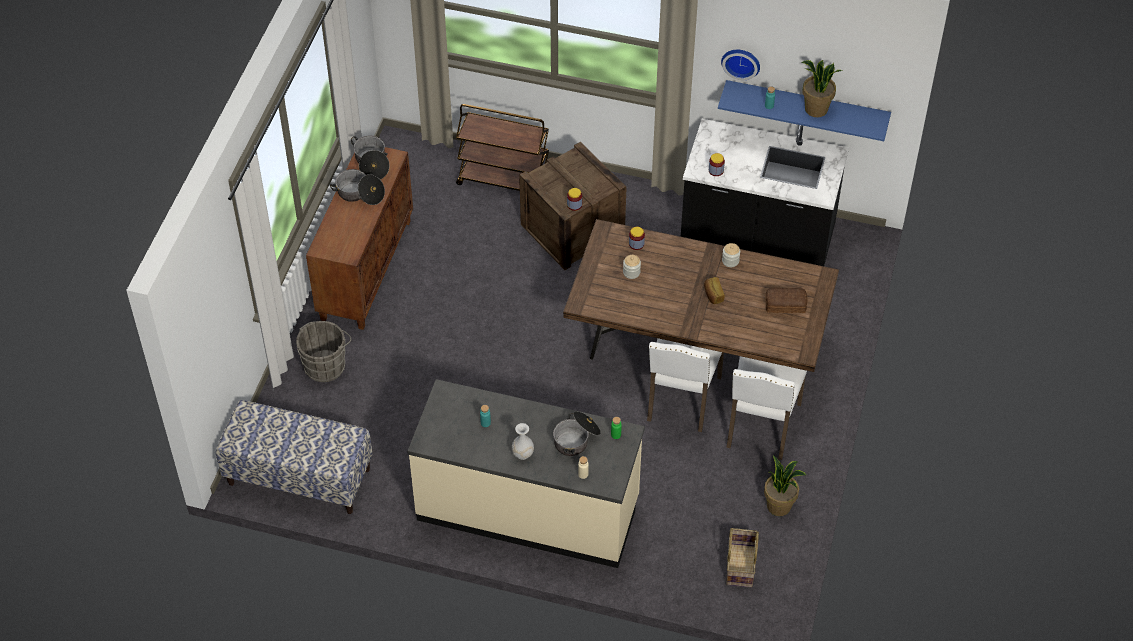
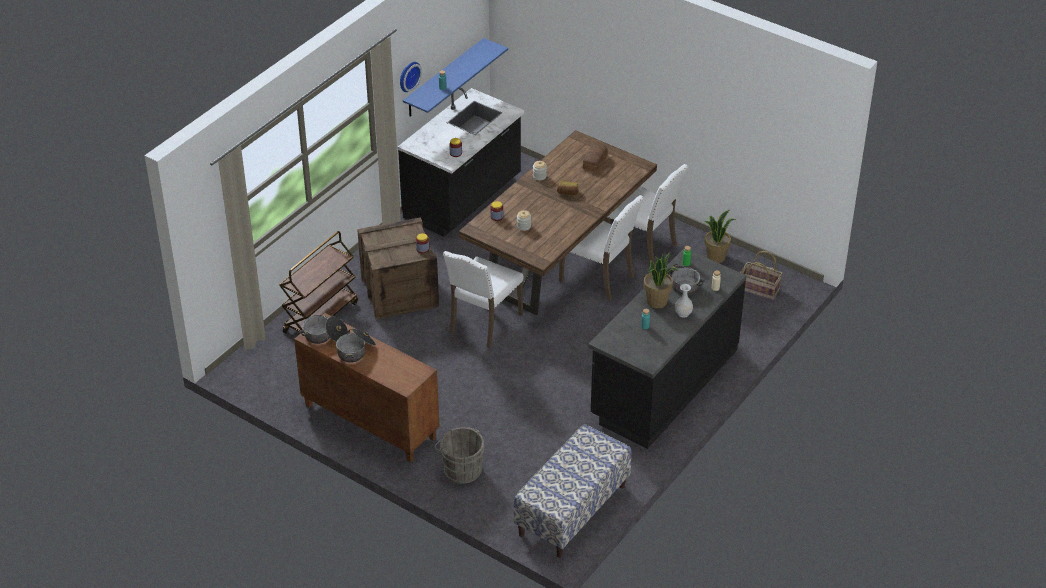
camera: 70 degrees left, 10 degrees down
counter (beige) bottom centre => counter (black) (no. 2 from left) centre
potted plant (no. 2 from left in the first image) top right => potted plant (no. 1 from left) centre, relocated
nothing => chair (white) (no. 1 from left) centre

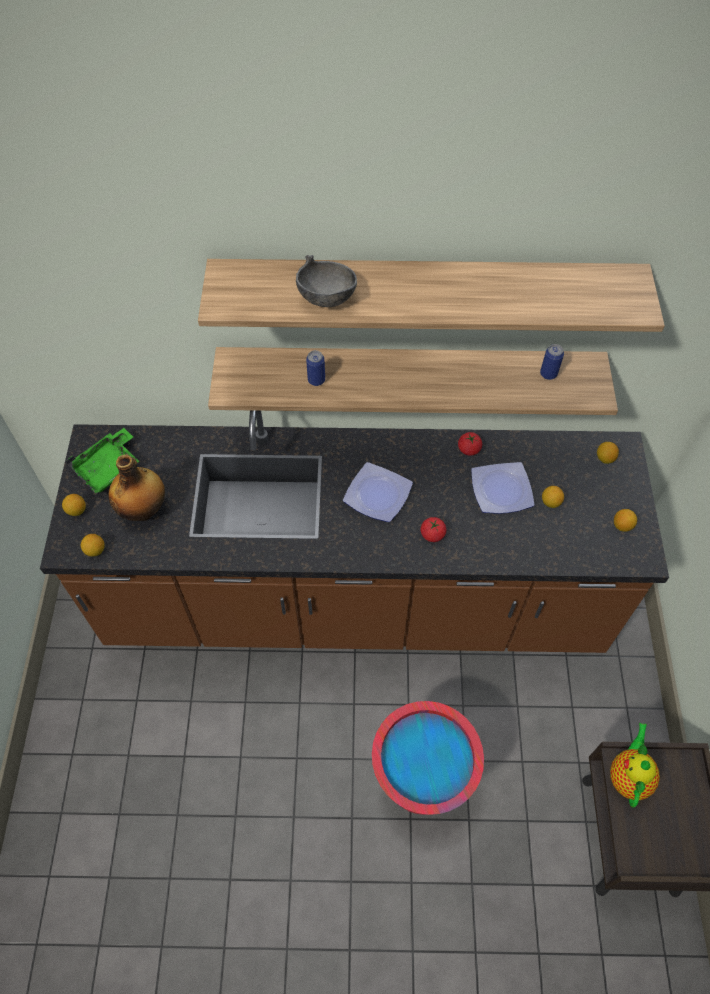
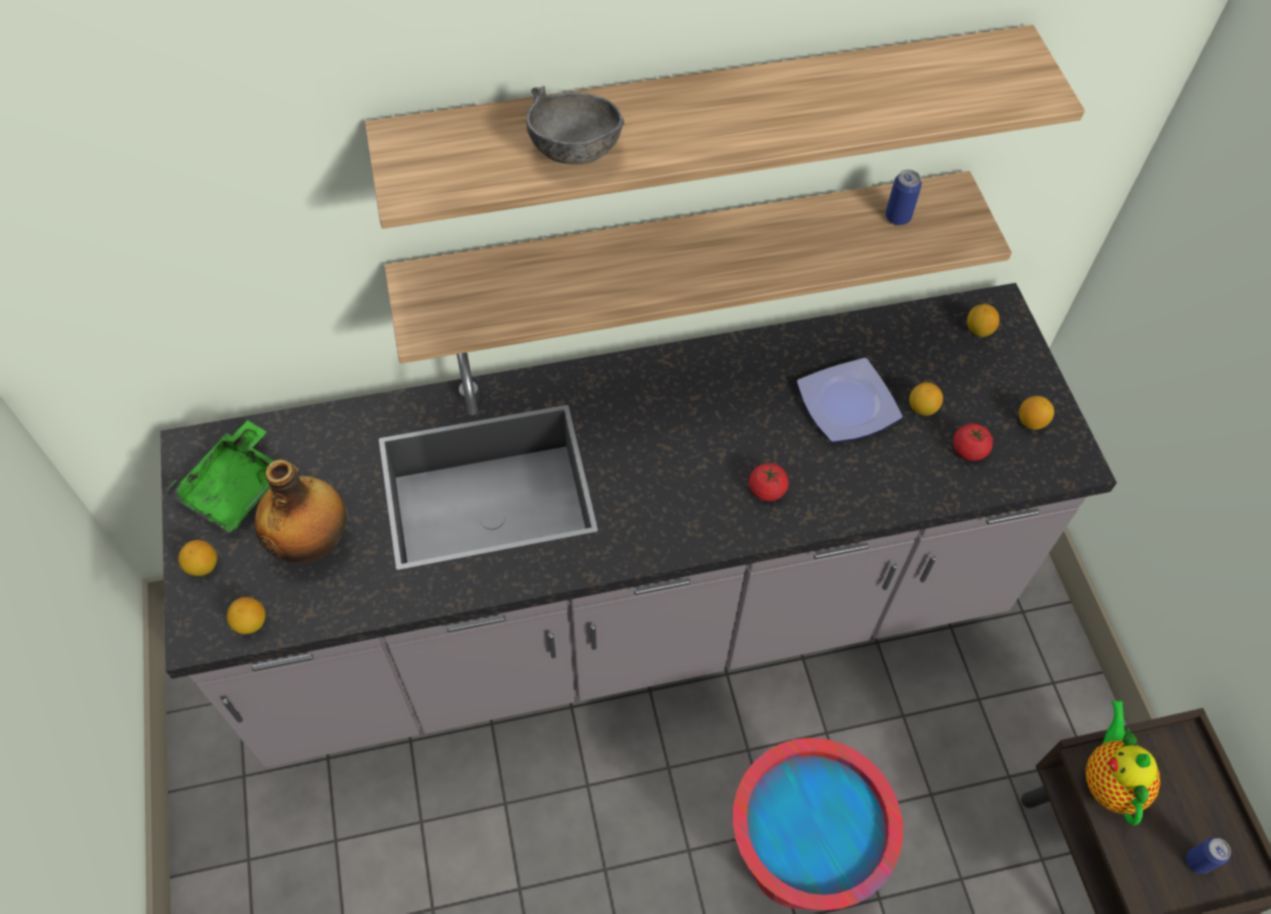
camera: 15 degrees left, 0 degrees up
counter (brown) centre => counter (grey) centre
can (no. 1 from left in the first image) centre => can (no. 2 from left) bottom right, relocated
plate (no. 1 from left) centre => nothing
tomato (no. 2 from left) centre => tomato (no. 2 from left) middle right, relocated

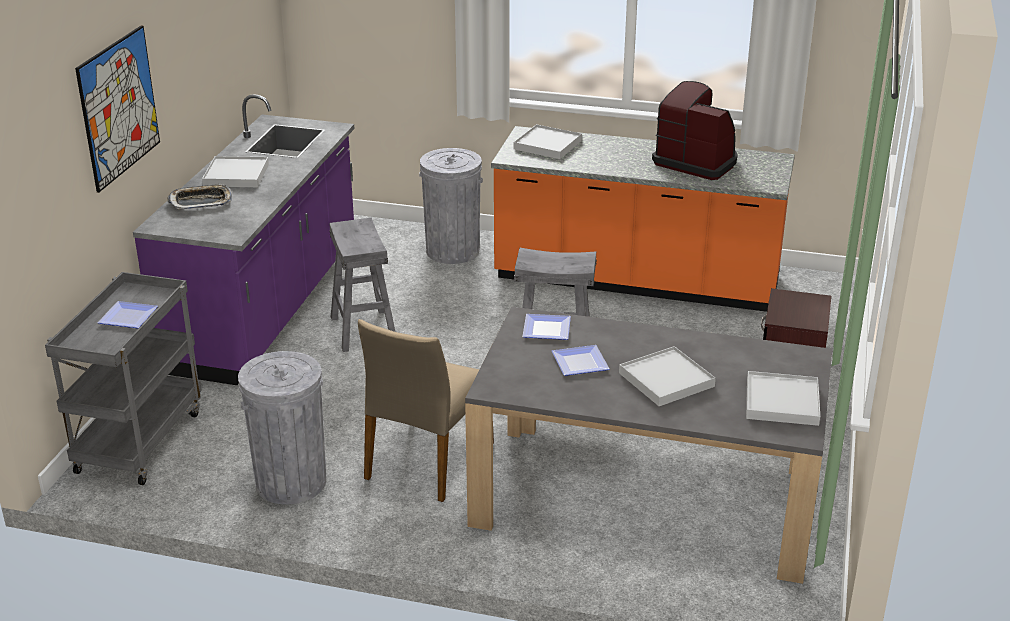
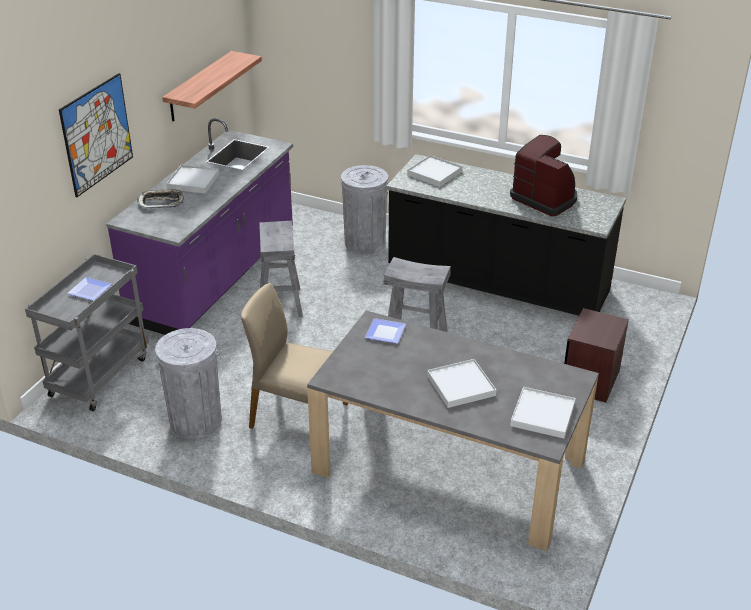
camera: 10 degrees right, 5 degrees up
chair (beige) centre, 75 degrees clockwise
counter (orange) centre => counter (black) middle right
plate (no. 3 from left) centre => nothing
nothing => shelf top left

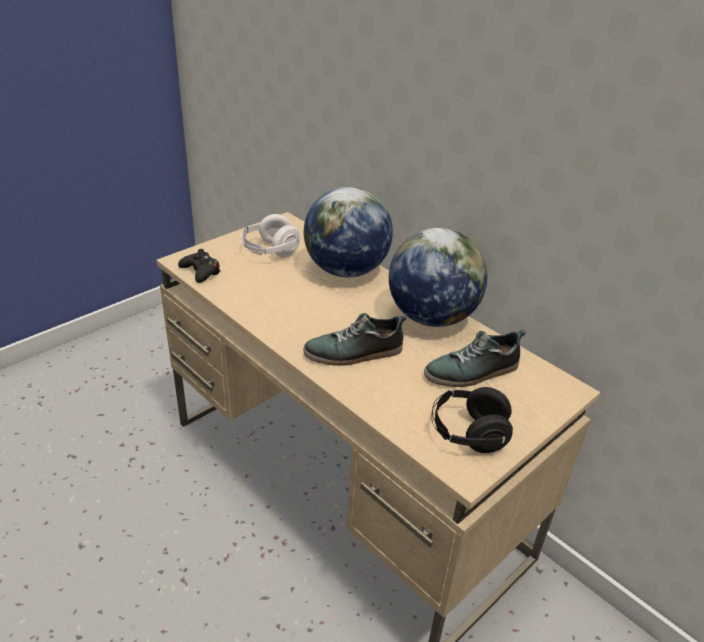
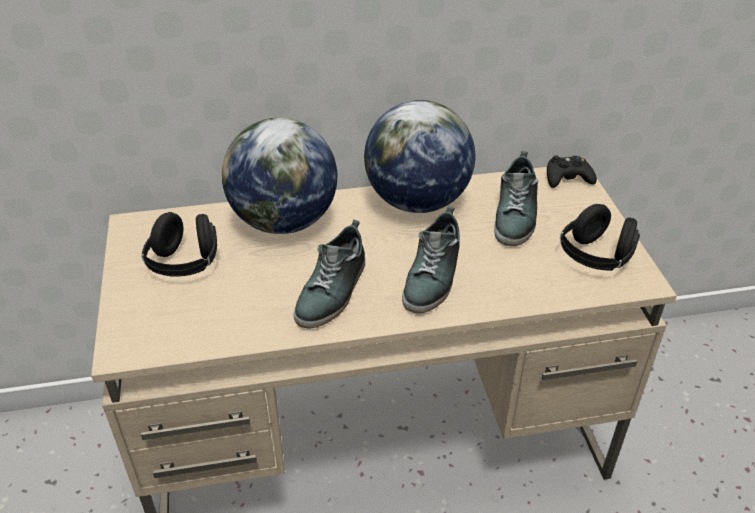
camera: 55 degrees left, 5 degrees up
game controller (black) middle left => game controller (black) middle right, relocated
headphones (white) centre => headphones (black) (no. 1 from left) middle left
nothing => shoe (no. 1 from left) centre

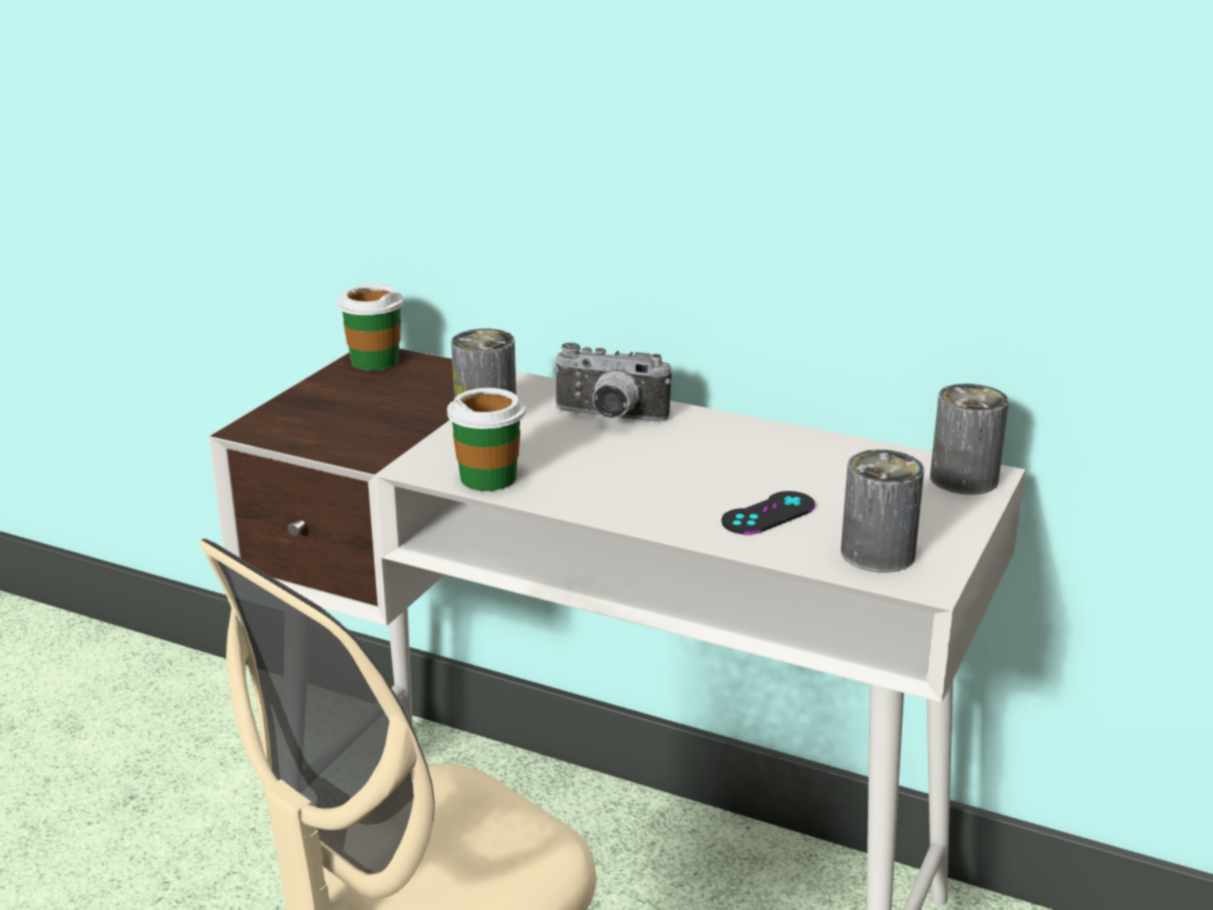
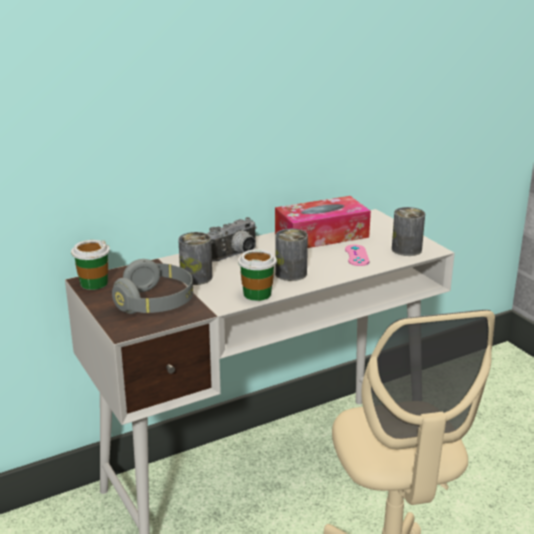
camera: 55 degrees left, 0 degrees up
game controller (black) centre => game controller (pink) middle right
can (no. 3 from left in the first image) middle right => can (no. 2 from left) centre, relocated
nothing => headphones (grey) middle left
nothing => tissue box centre

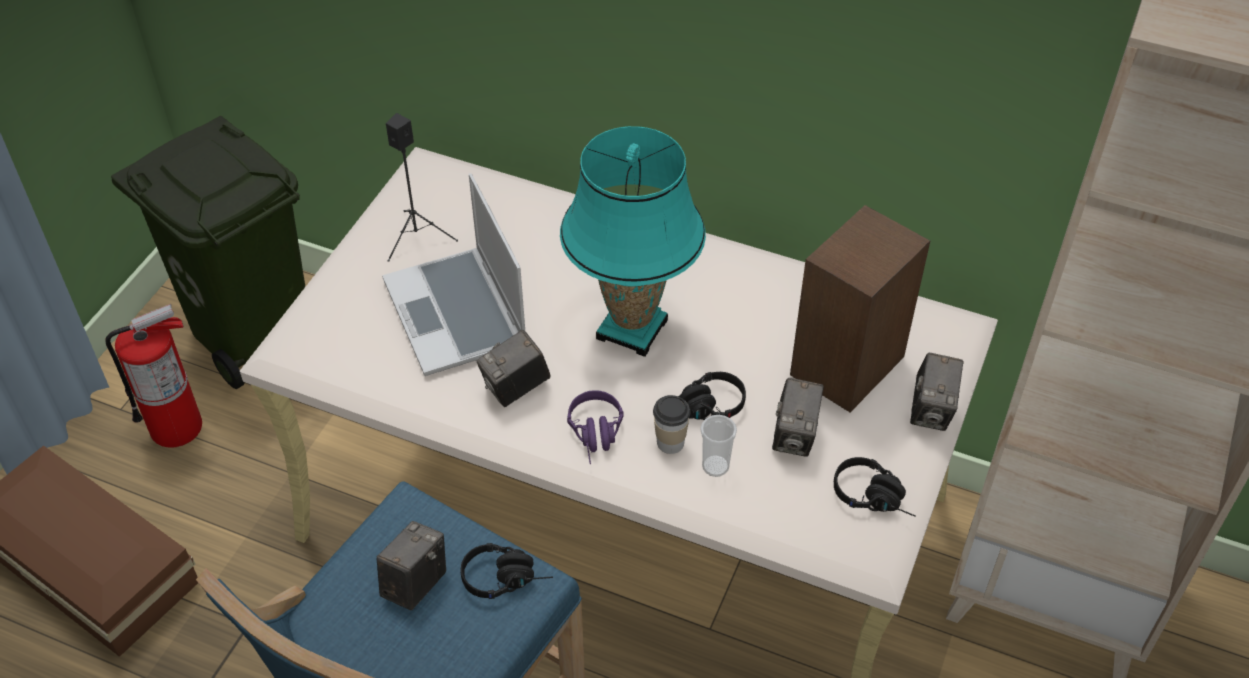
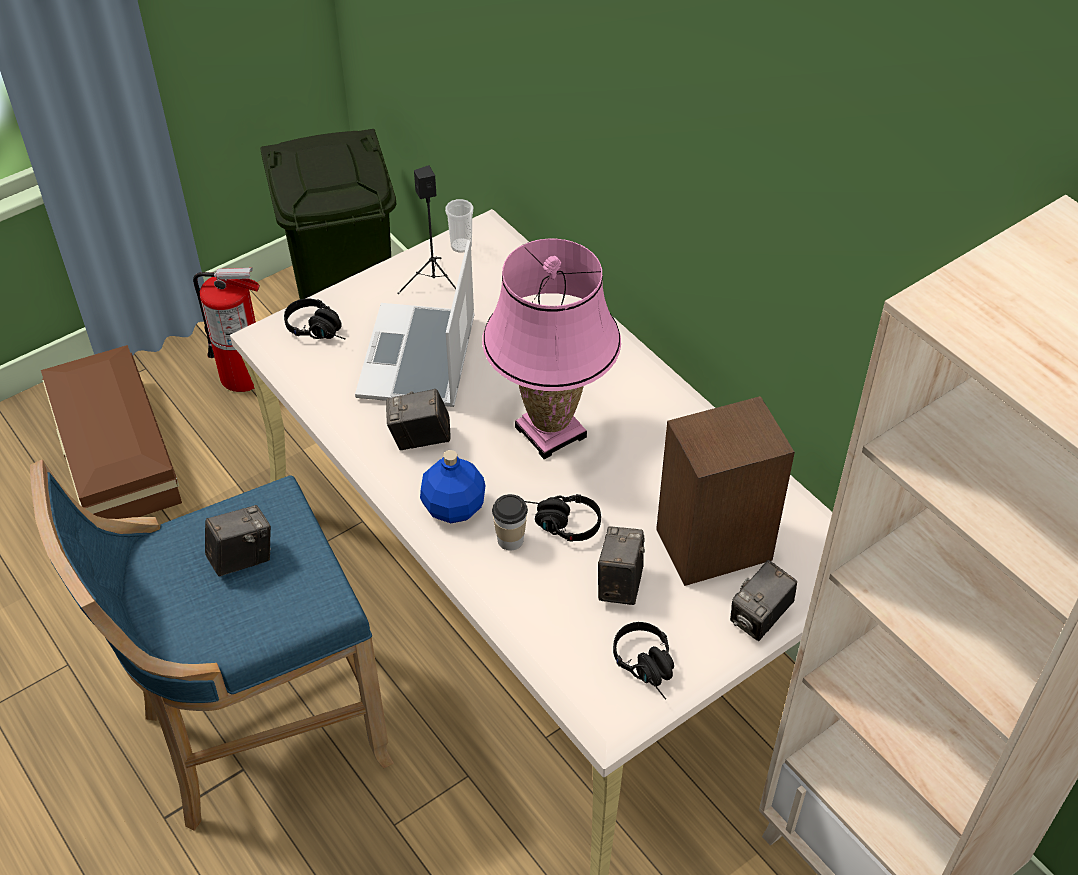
camera: 30 degrees right, 0 degrees up
headphones (black) (no. 1 from left) bottom centre => headphones (black) (no. 1 from left) middle left, relocated
table lamp (turquoise) centre => table lamp (pink) centre
headphones (purple) centre => bottle (blue) centre
cup (no. 2 from left in the first image) centre => cup (no. 1 from left) top centre, relocated
photo camera (no. 3 from left) centre, 150 degrees clockwise

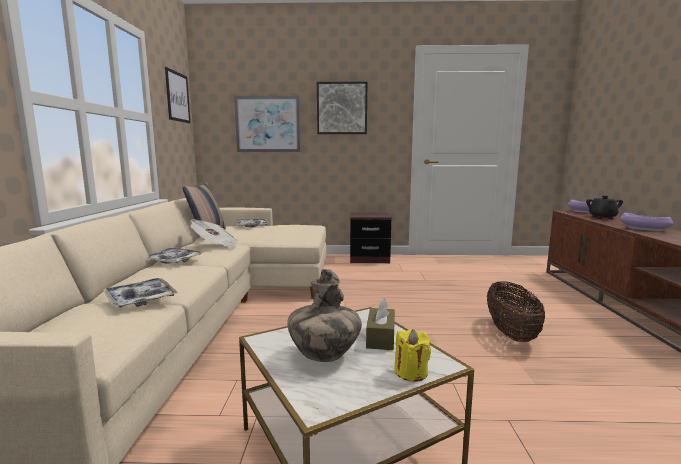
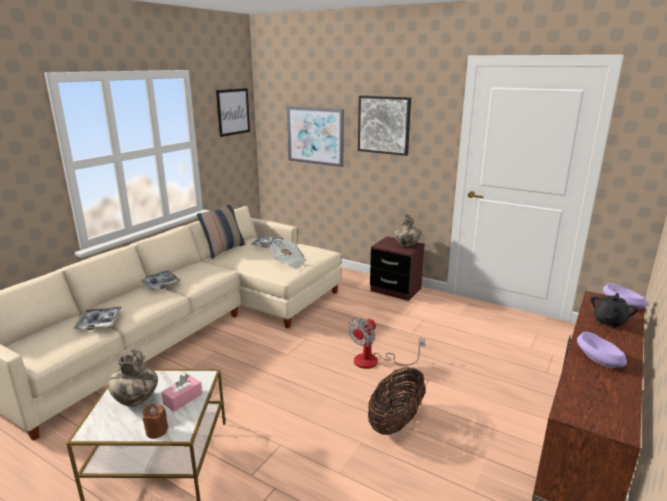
camera: 30 degrees right, 10 degrees up
newspaper middle left => newspaper centre, relocated
tissue box (brown) bottom centre => tissue box (pink) bottom left
candle (yellow) bottom centre => candle (brown) bottom left
nothing => fan bottom centre
nothing => vase (no. 2 from left) centre

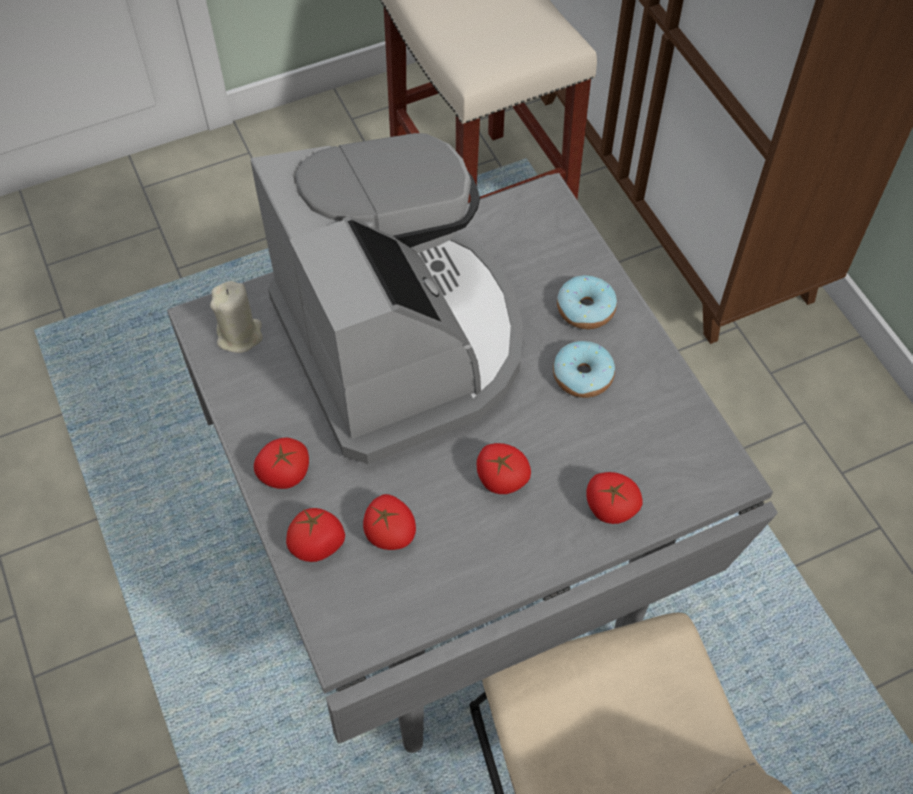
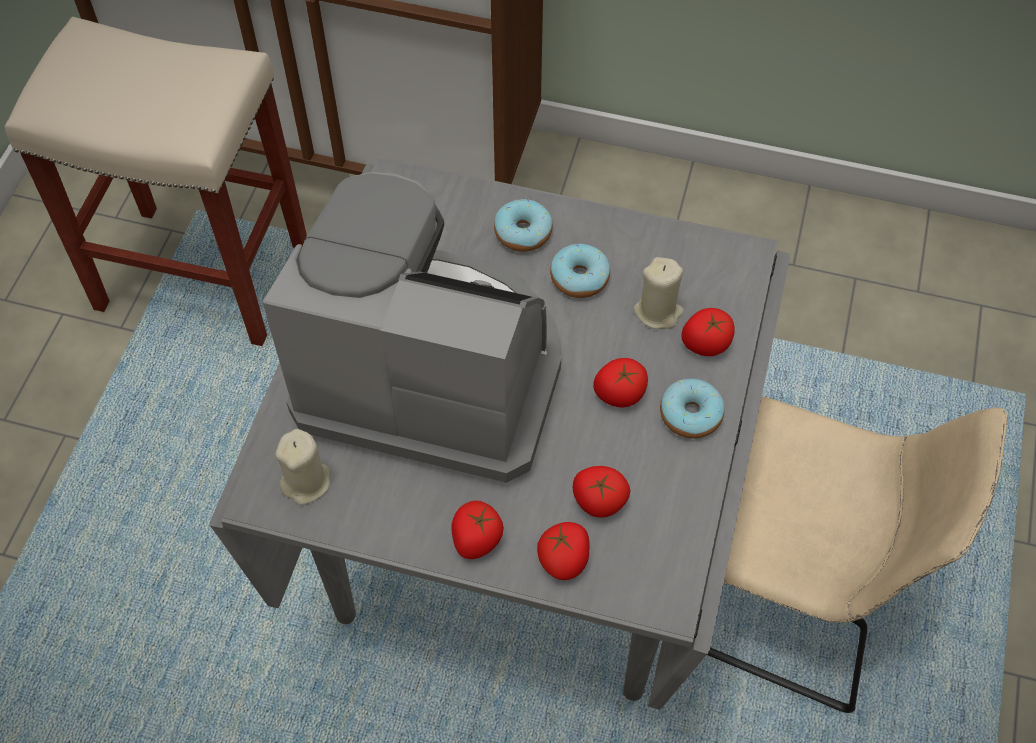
camera: 50 degrees left, 0 degrees up
nothing => candle (beige) (no. 2 from left) centre
nothing => donut (no. 3 from left) middle right

